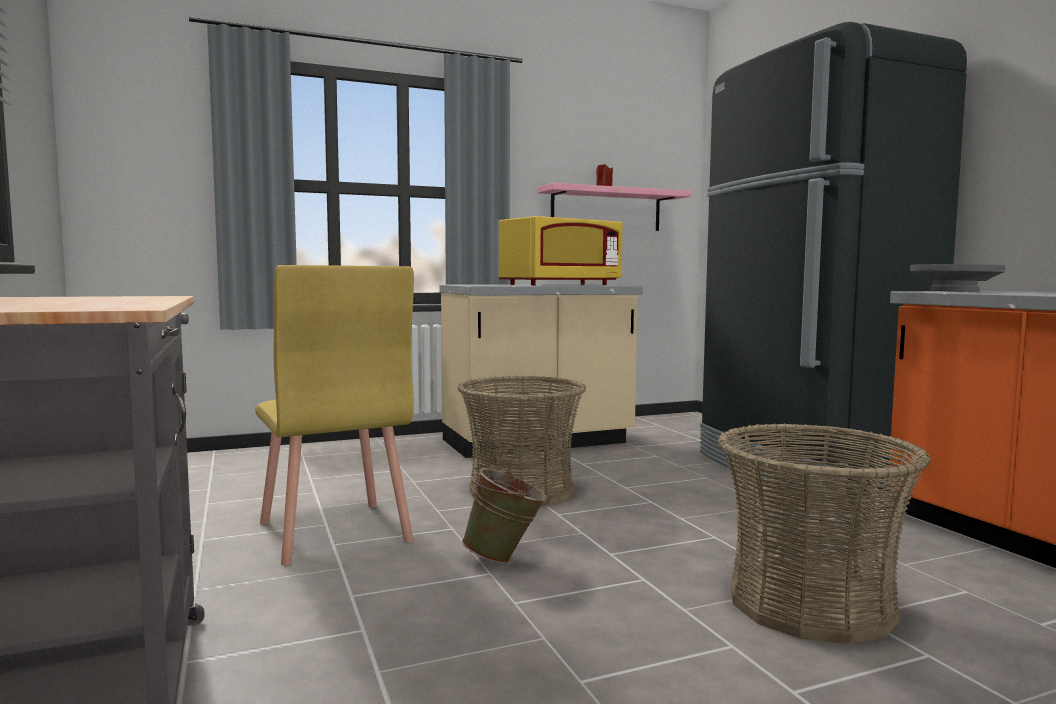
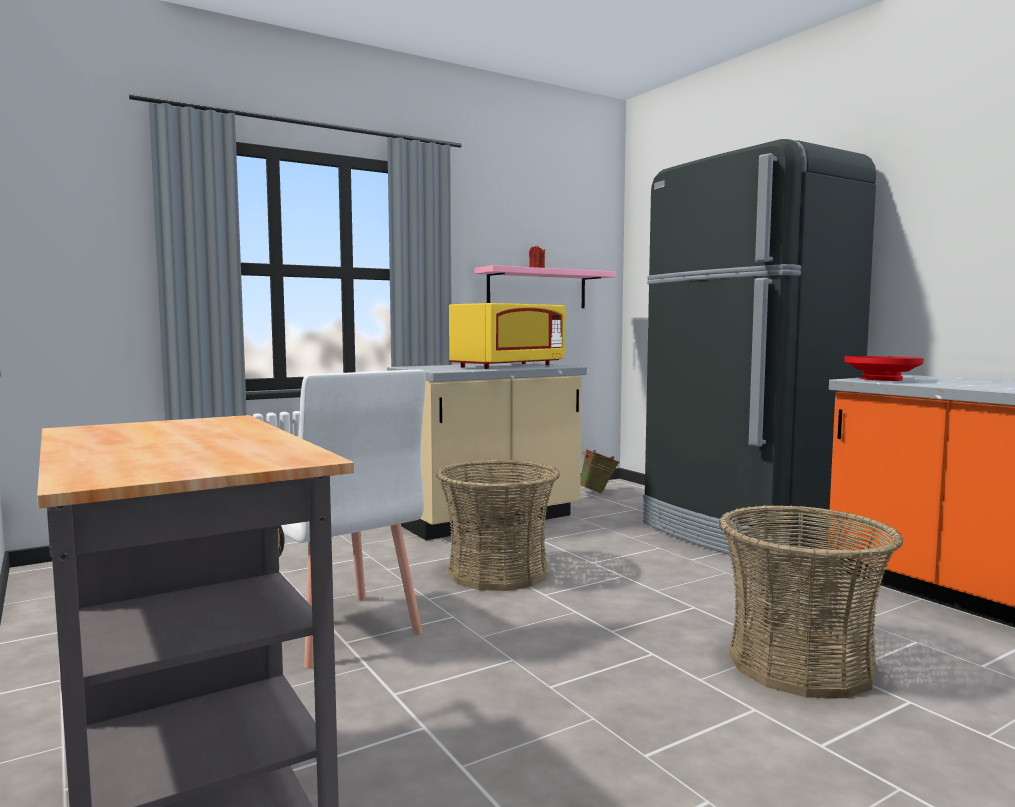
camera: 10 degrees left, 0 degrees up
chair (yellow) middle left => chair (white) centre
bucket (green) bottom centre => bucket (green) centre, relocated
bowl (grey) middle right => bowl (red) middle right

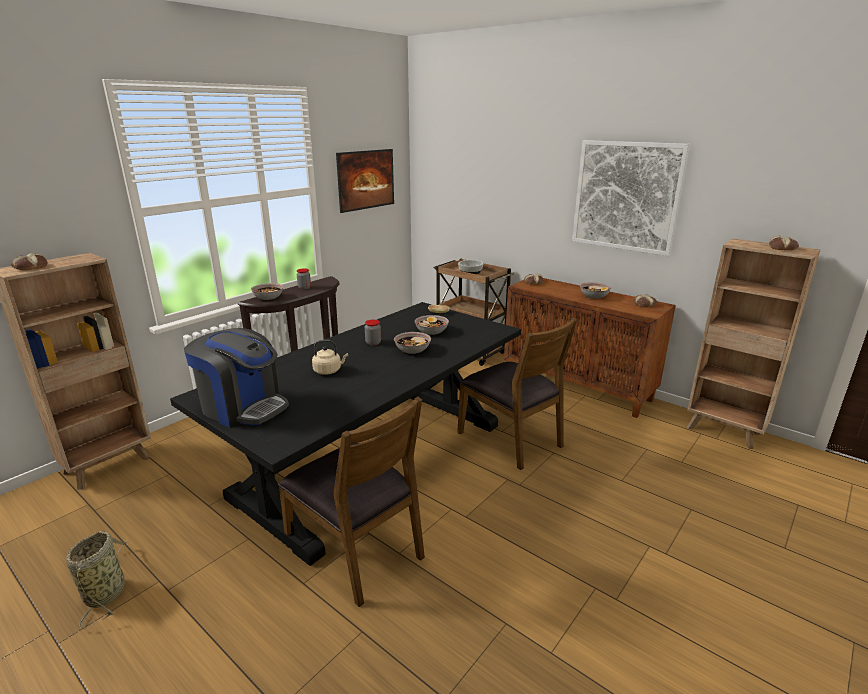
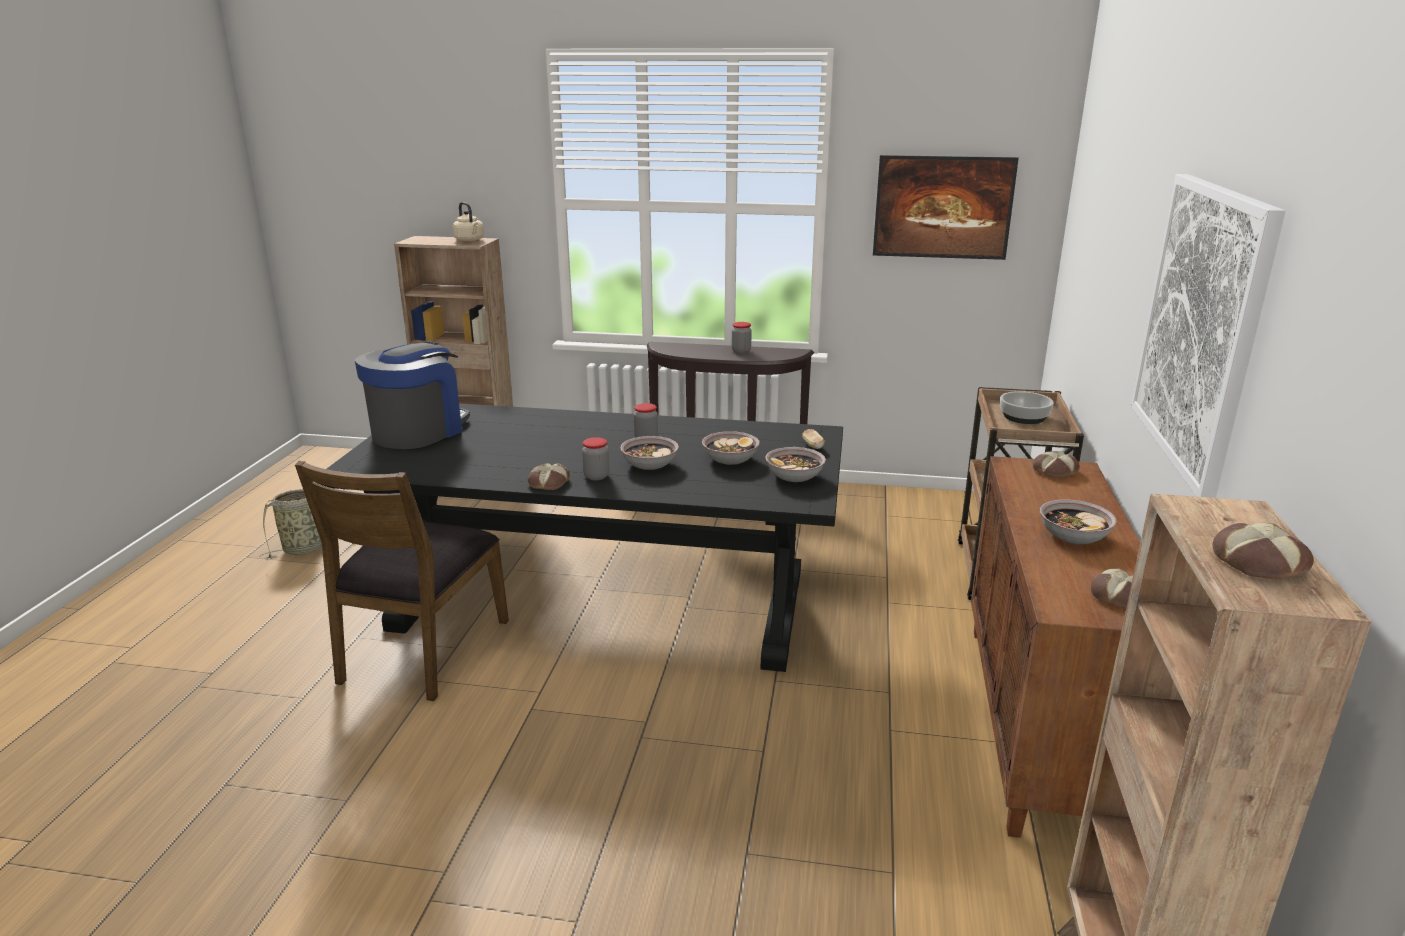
camera: 60 degrees right, 0 degrees up
bread (no. 1 from left) middle left => bread (no. 1 from left) centre, relocated
coffee machine middle left, 150 degrees counterclockwise
bowl (no. 1 from left in the first image) middle left => bowl (no. 3 from left) centre, relocated
kettle (beige) centre => kettle (beige) top left, relocated
chair (brown) (no. 2 from left) centre => nothing
nothing => jar (no. 1 from left) centre

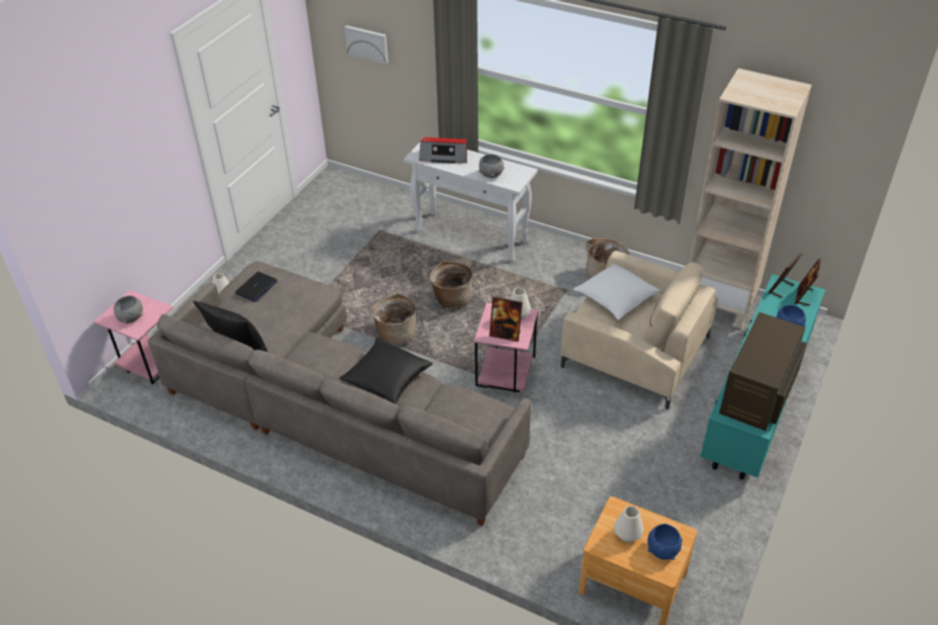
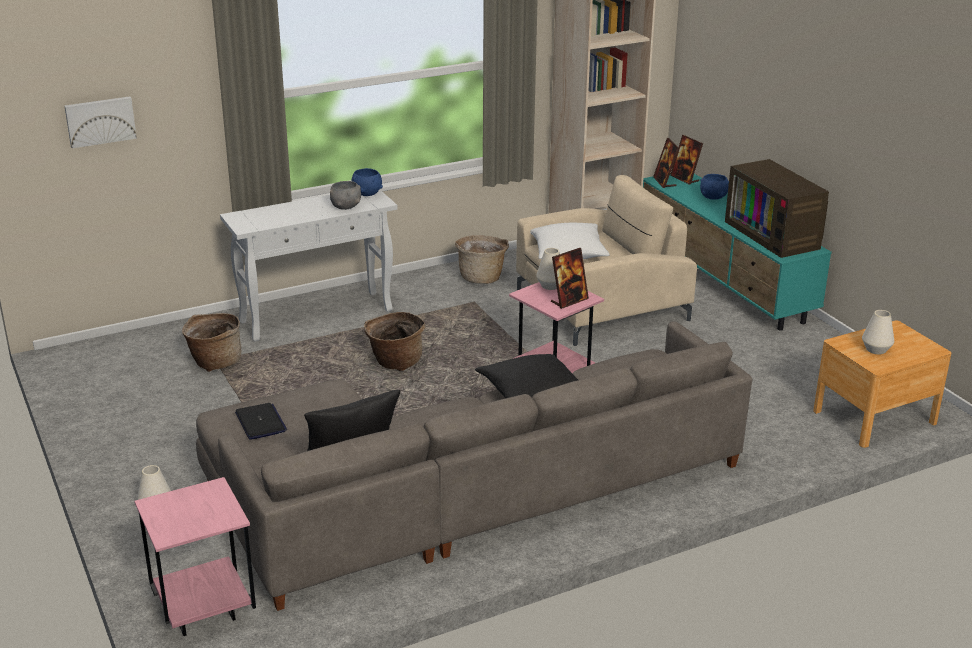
camera: 55 degrees left, 15 degrees down
bowl (grey) (no. 1 from left) middle left => nothing
basket (no. 1 from left) centre => basket (no. 1 from left) middle left, relocated
radio top centre => nothing
bowl (blue) (no. 1 from left) bottom right => bowl (blue) (no. 1 from left) top centre, relocated

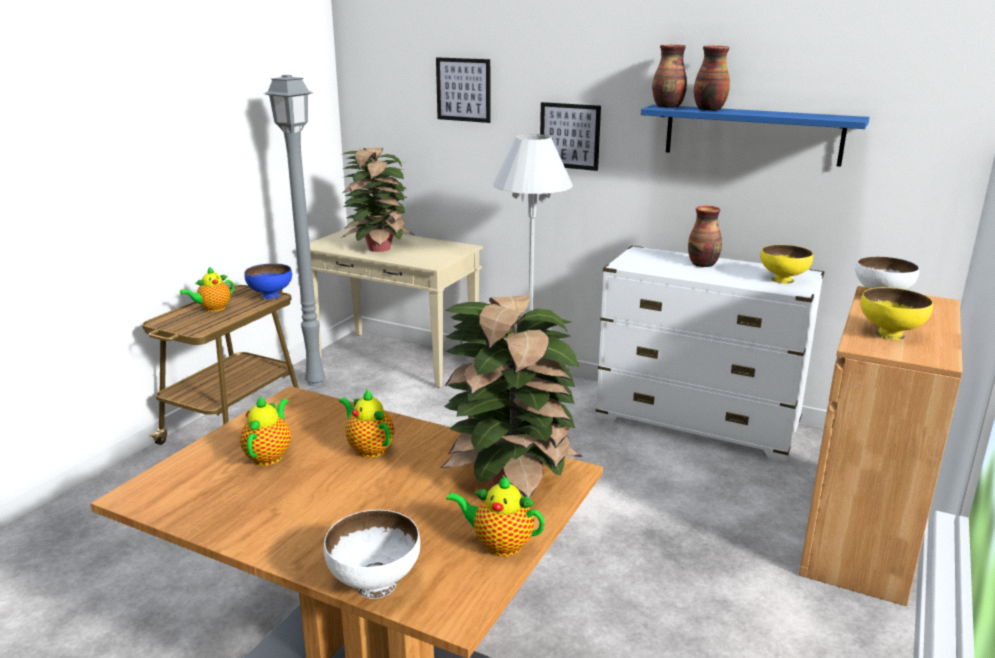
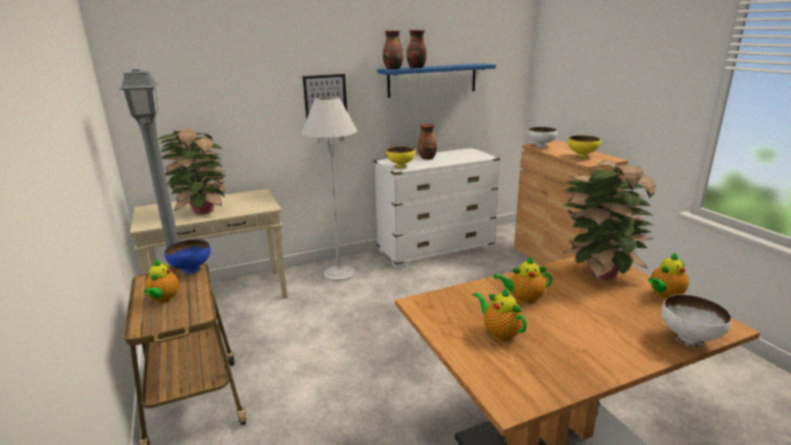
camera: 50 degrees left, 0 degrees up
picture (no. 1 from left) top centre => nothing
bowl (yellow) (no. 1 from left) middle right => bowl (yellow) (no. 1 from left) centre, relocated

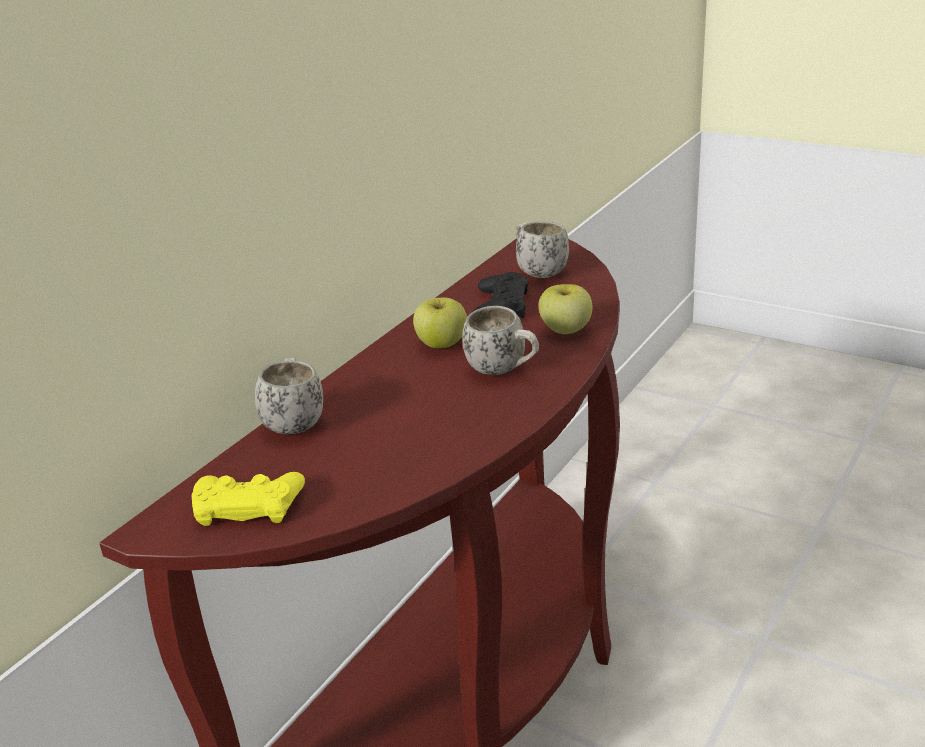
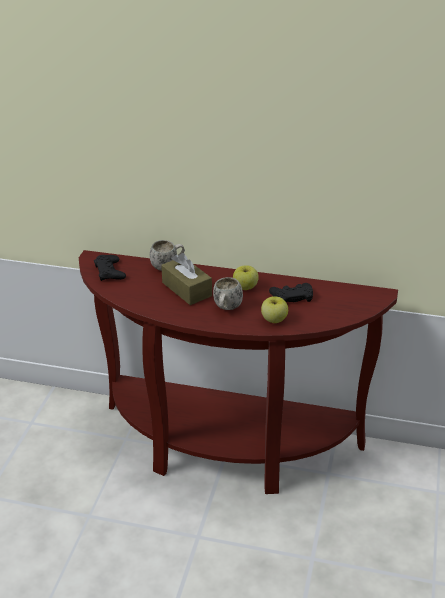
camera: 70 degrees right, 5 degrees up
game controller (yellow) bottom left => game controller (black) (no. 1 from left) middle left
mug (white) (no. 3 from left) centre => nothing
nothing => tissue box (brown) centre

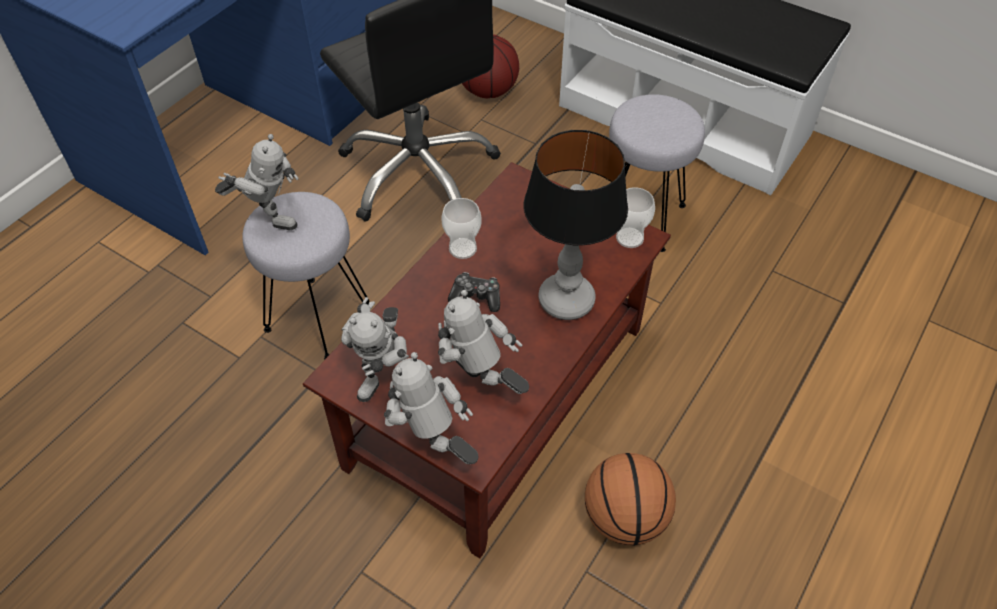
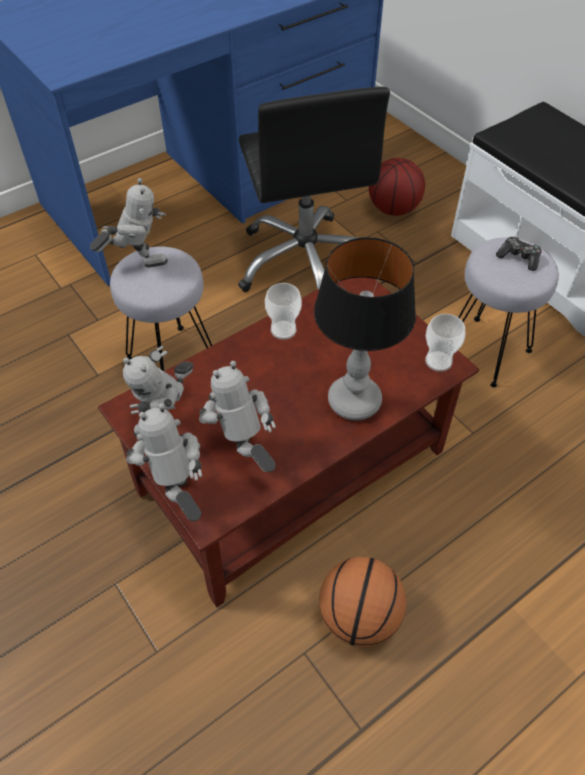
camera: 20 degrees right, 0 degrees up
toy robot (no. 1 from left) top left, 45 degrees counterclockwise
game controller centre => game controller top right, relocated

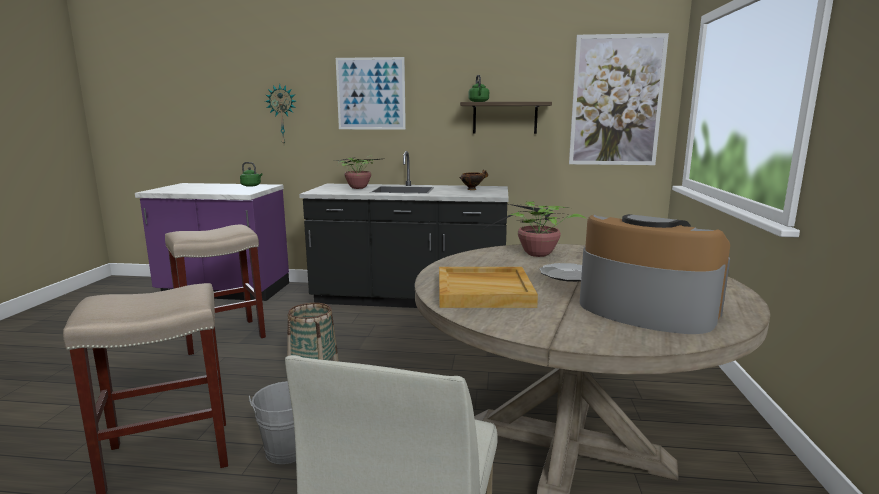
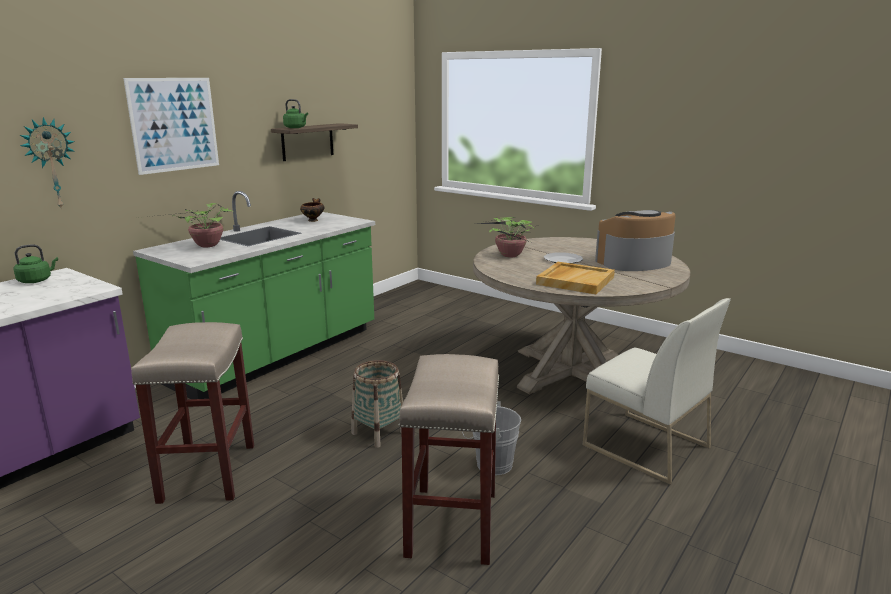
camera: 60 degrees left, 5 degrees up
counter (black) centre => counter (green) middle left
picture (no. 2 from left) top right => nothing

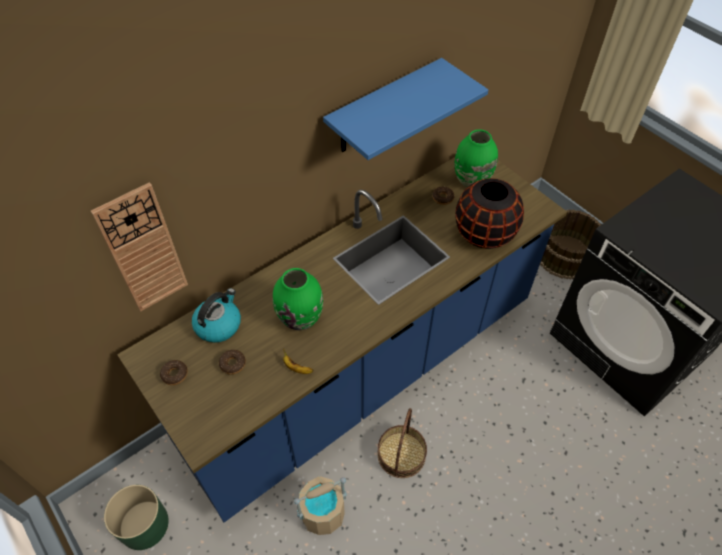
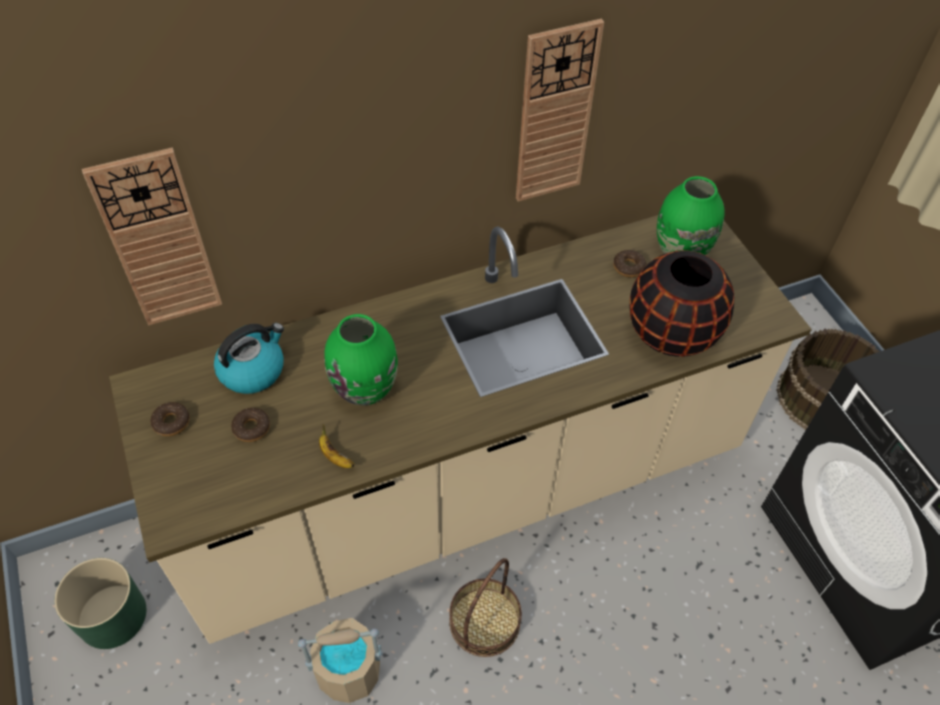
camera: 15 degrees right, 0 degrees up
counter (blue) centre => counter (beige) centre
shelf (blue) top centre => wall clock (no. 2 from left) top centre

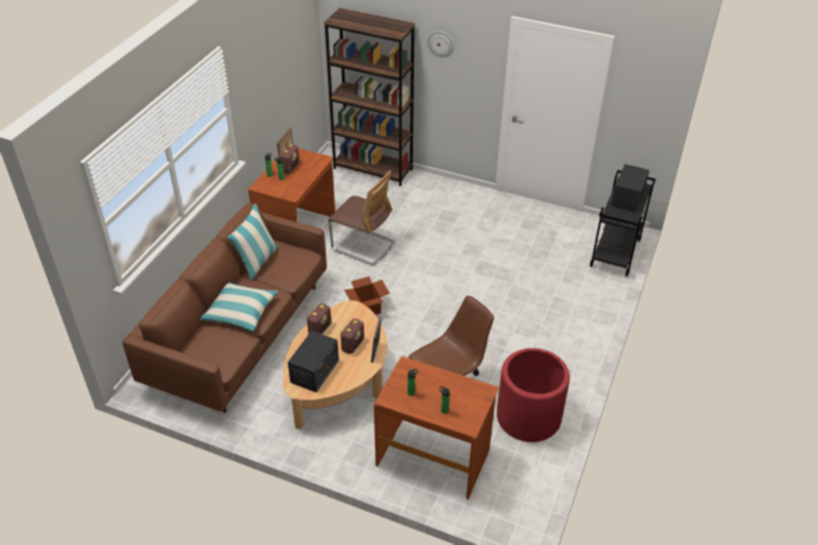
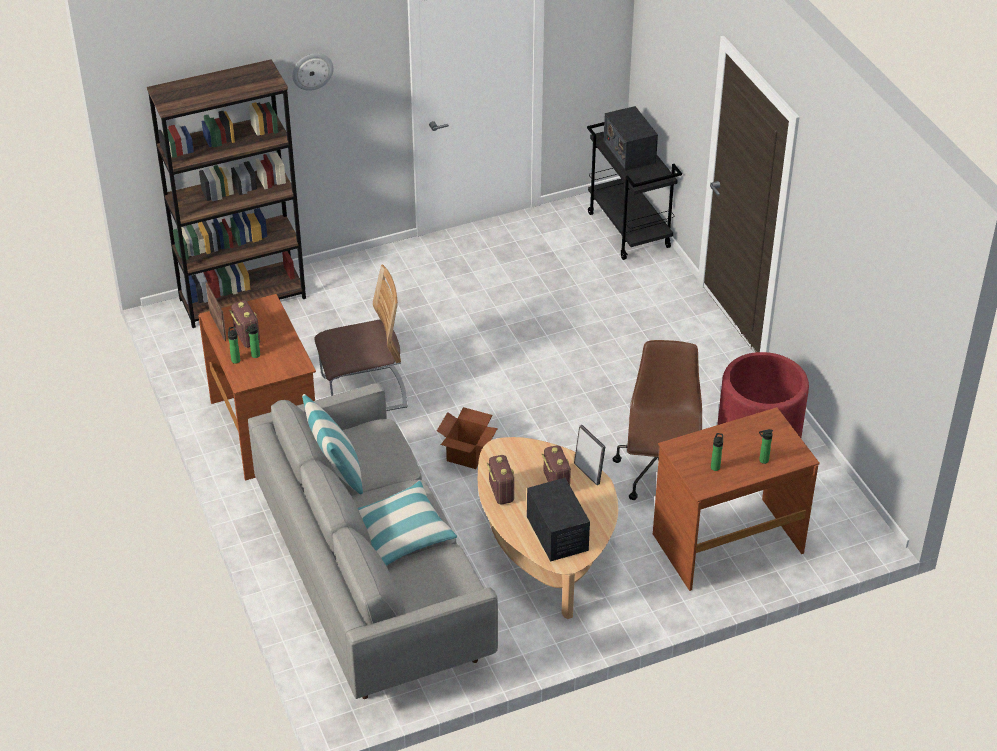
camera: 45 degrees left, 0 degrees up
sofa (brown) middle left => sofa (grey) bottom centre

